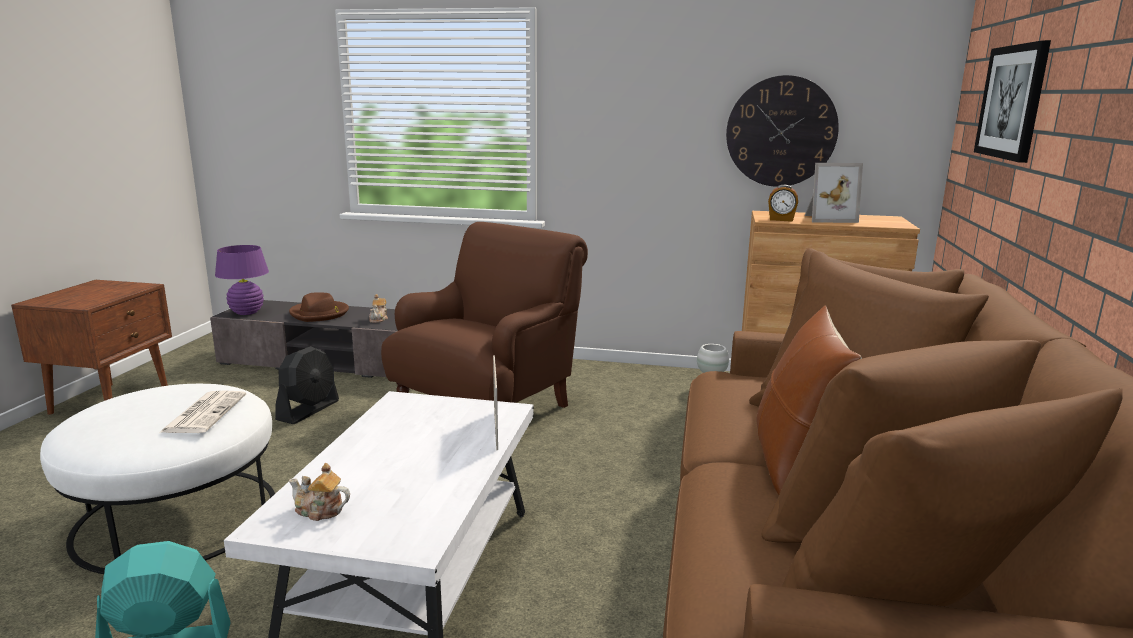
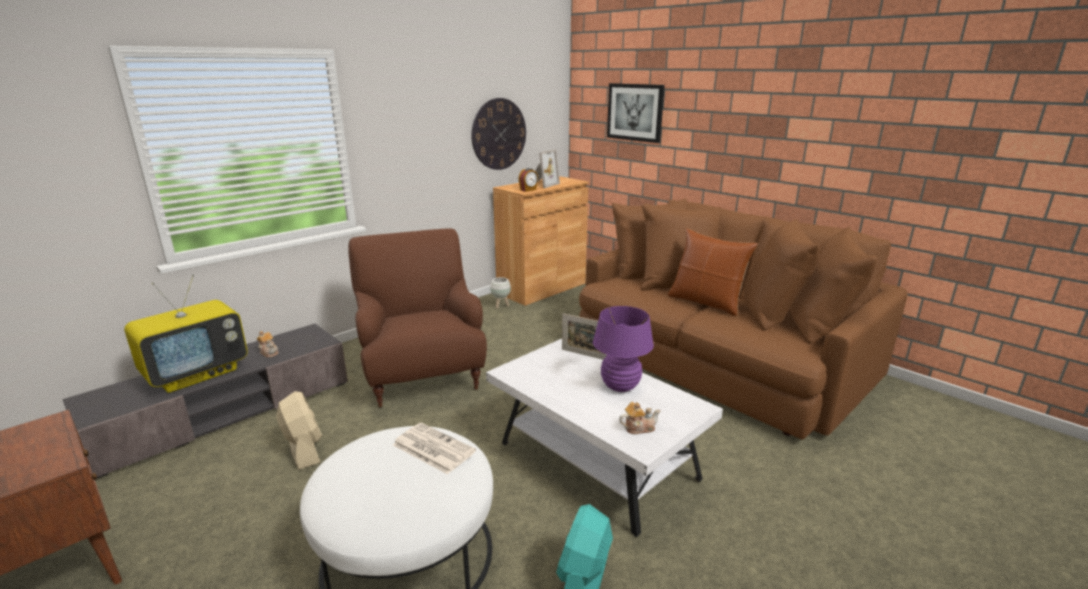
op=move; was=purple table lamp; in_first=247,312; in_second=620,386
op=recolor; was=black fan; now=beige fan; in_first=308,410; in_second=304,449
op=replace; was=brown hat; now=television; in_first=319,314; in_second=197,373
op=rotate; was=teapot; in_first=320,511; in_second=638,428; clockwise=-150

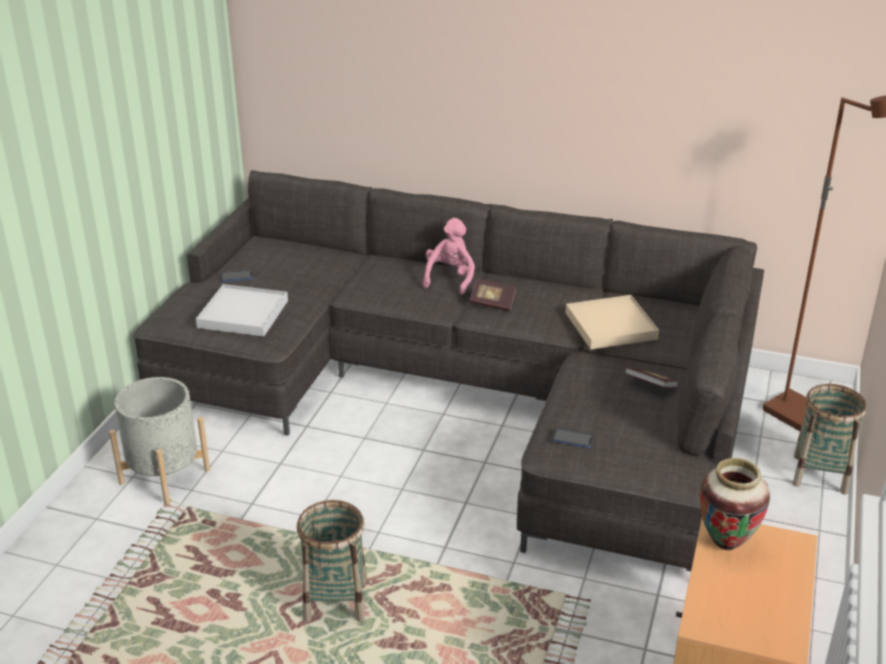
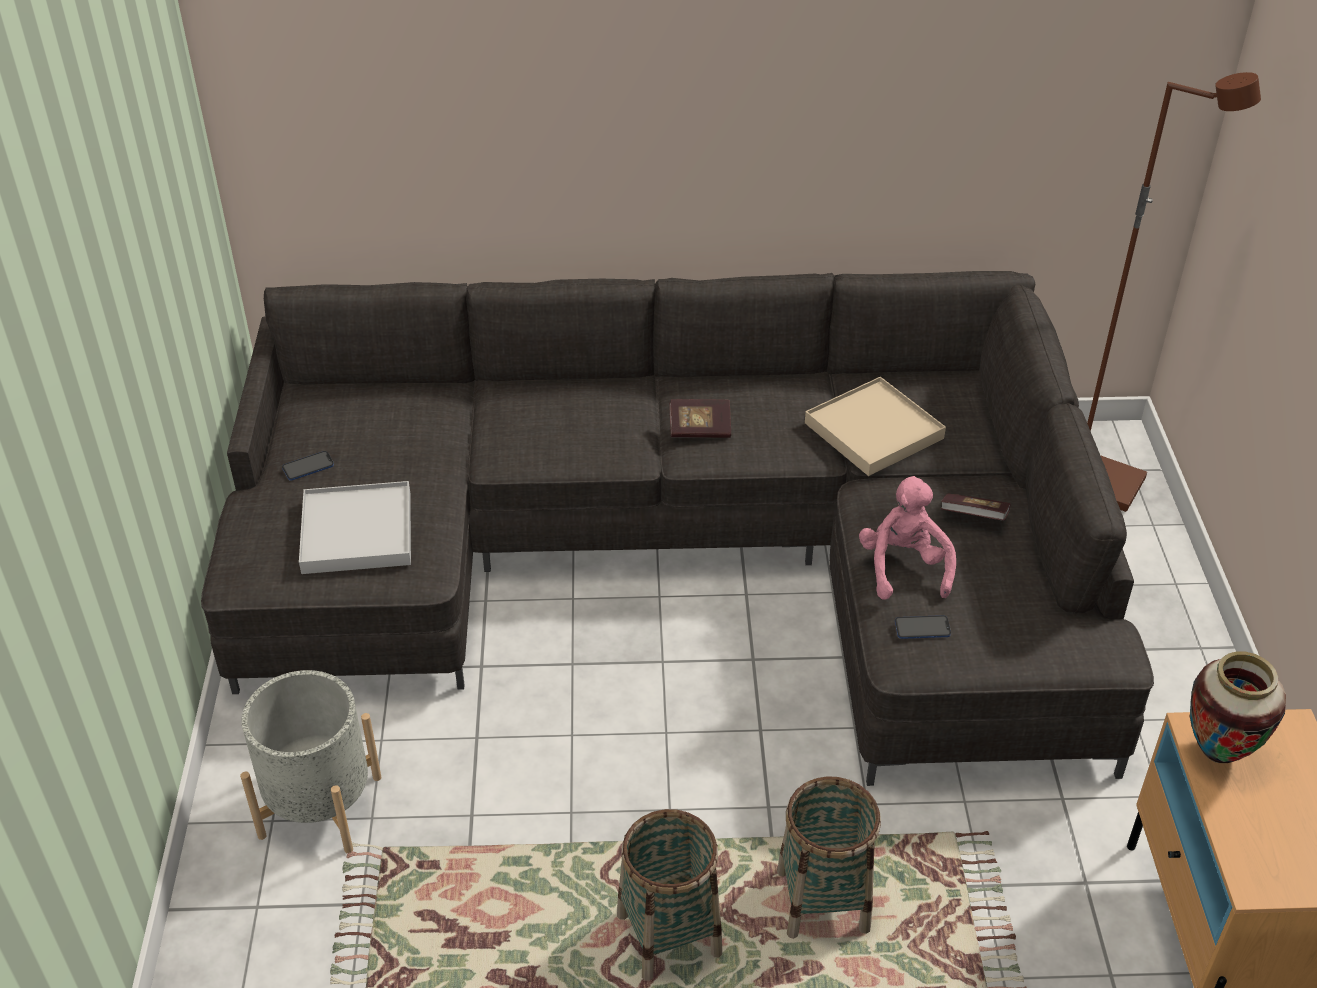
op=move; was=pink plush toy; in_first=450,279; in_second=903,567
op=move; was=basket; in_first=820,474; in_second=823,900

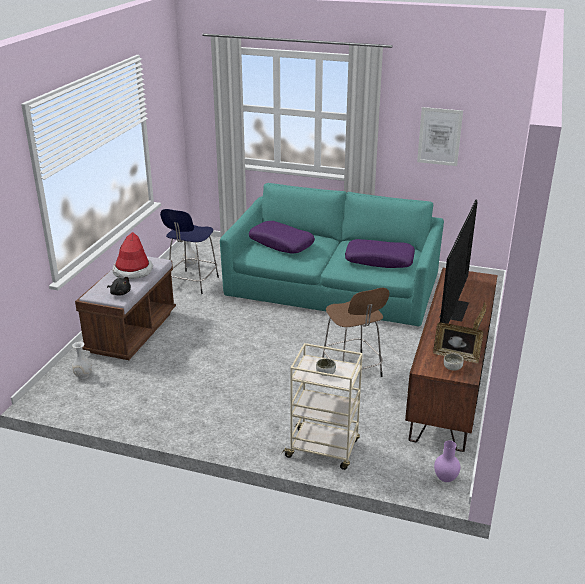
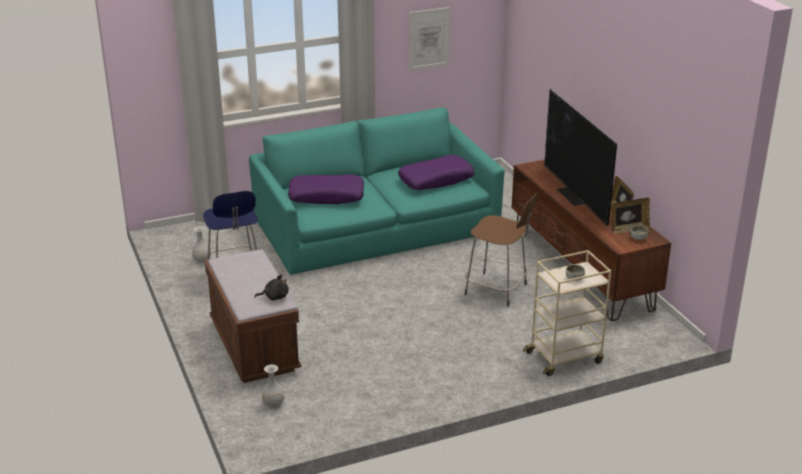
op=delete; was=hat; in_first=133,271
op=delete; was=purple vase; in_first=445,478

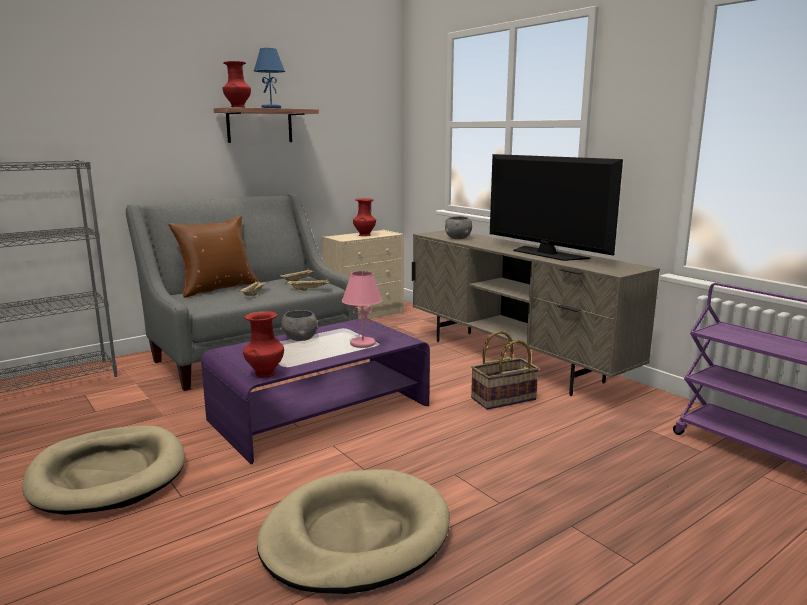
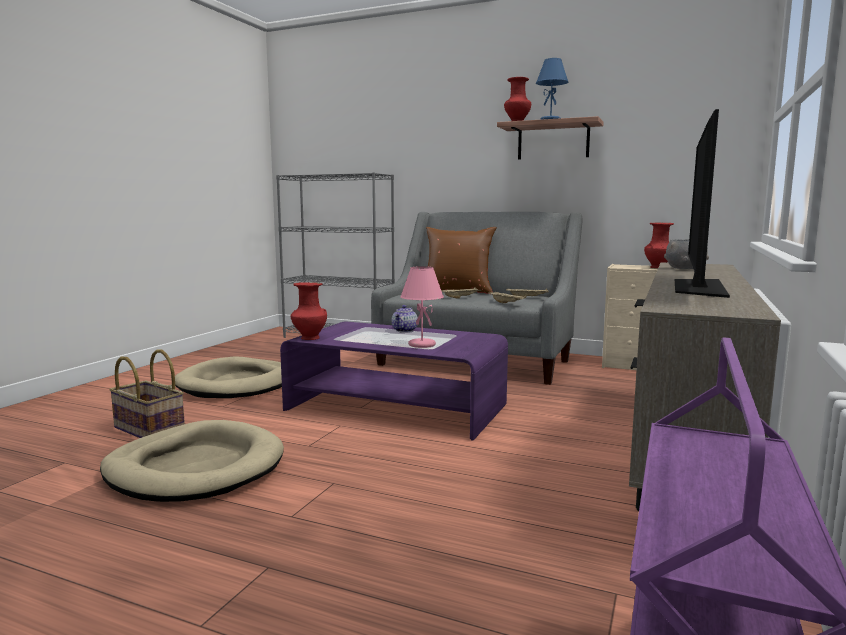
op=replace; was=grey bowl; now=teapot; in_first=300,338; in_second=405,330
op=move; was=basket; in_first=503,399; in_second=148,430

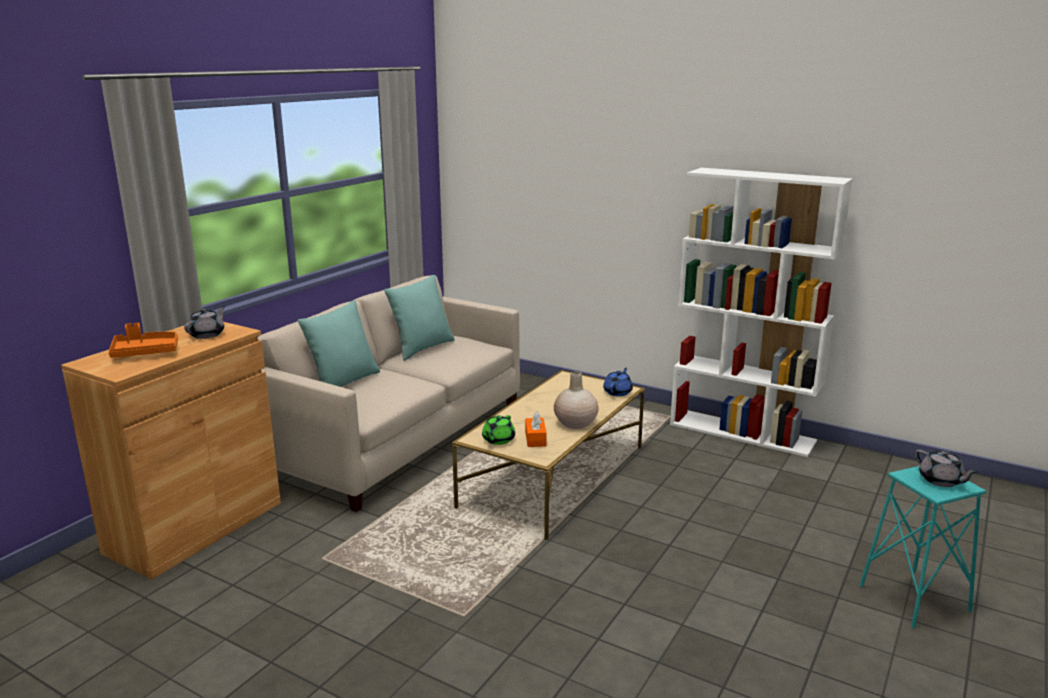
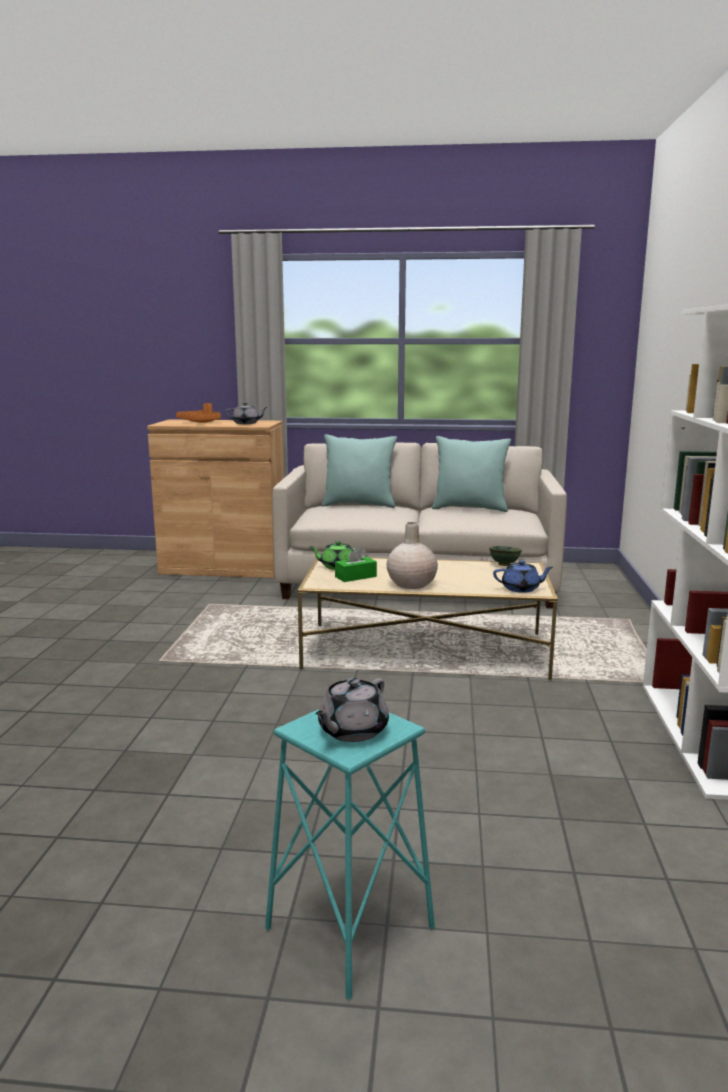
op=recolor; was=orange tissue box; now=green tissue box; in_first=535,439; in_second=355,577
op=insert; now=green bowl; in_second=503,565

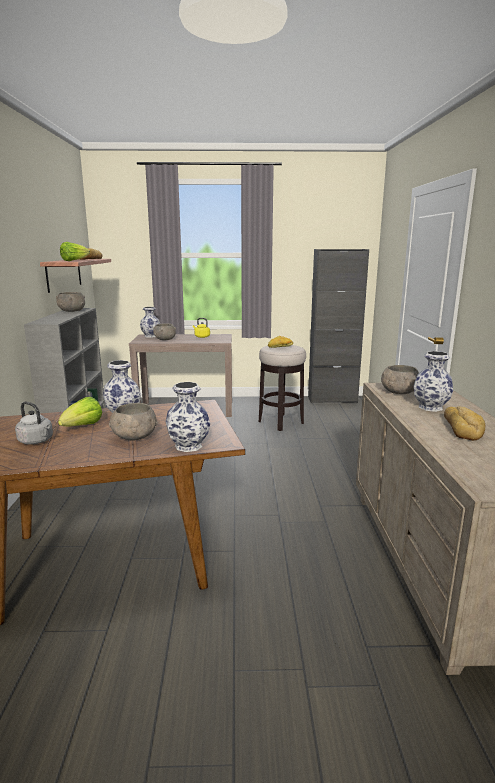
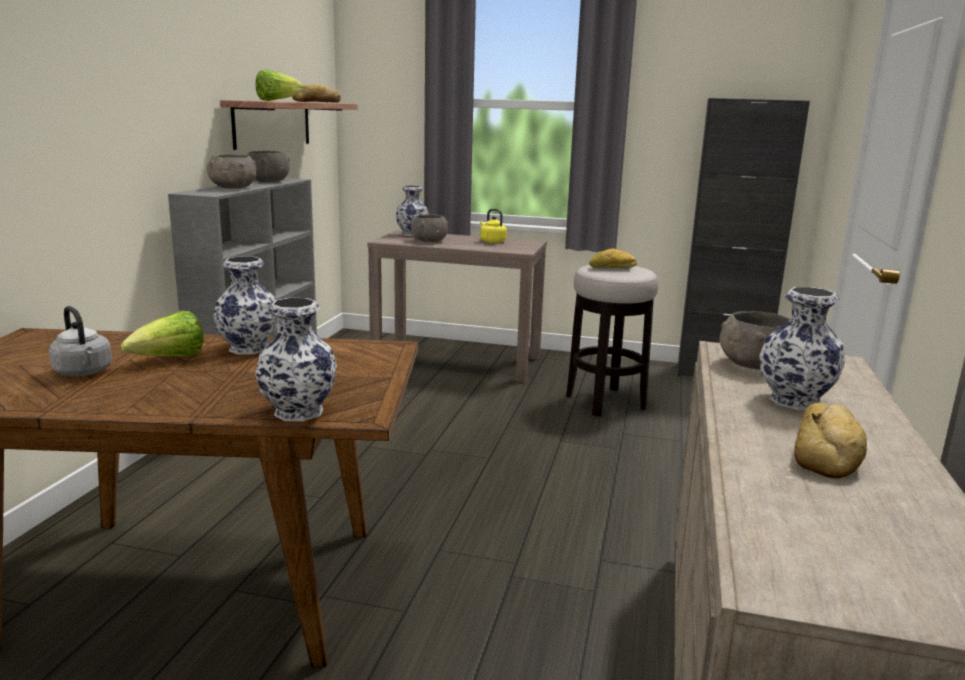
op=move; was=grey bowl; in_first=134,437; in_second=232,188

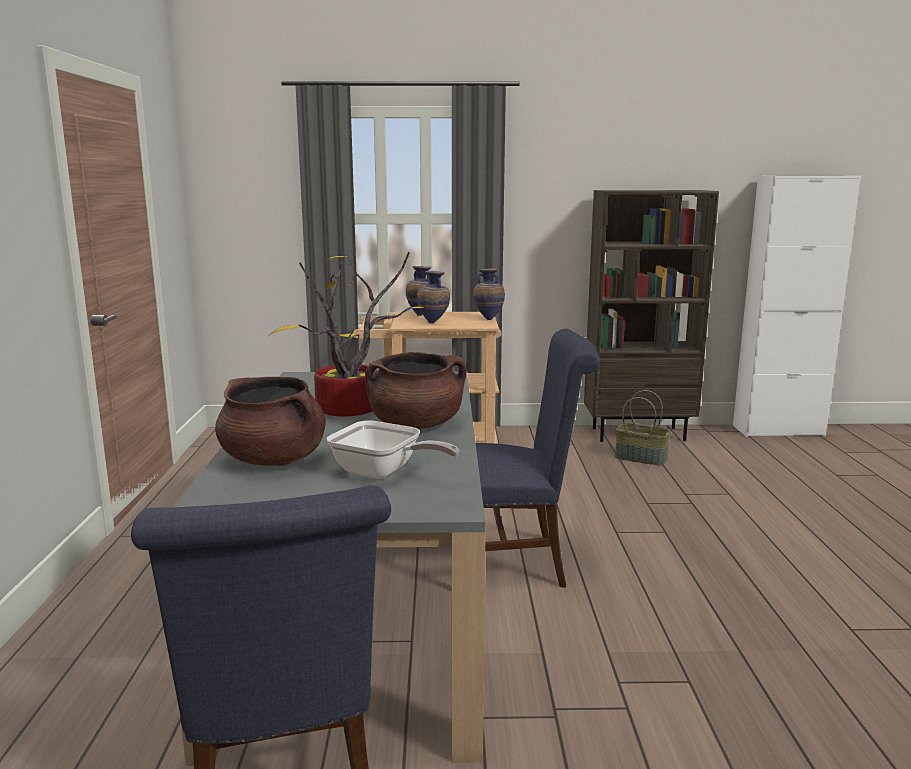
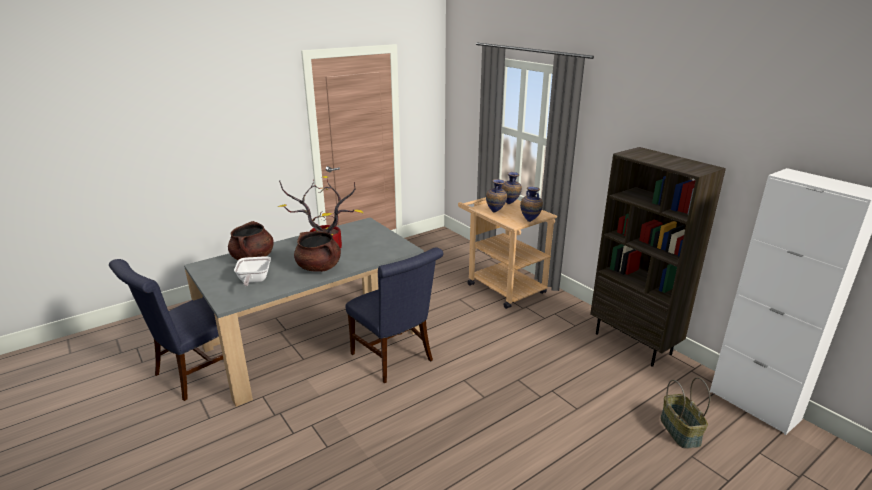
op=move; was=basket; in_first=641,458; in_second=680,431

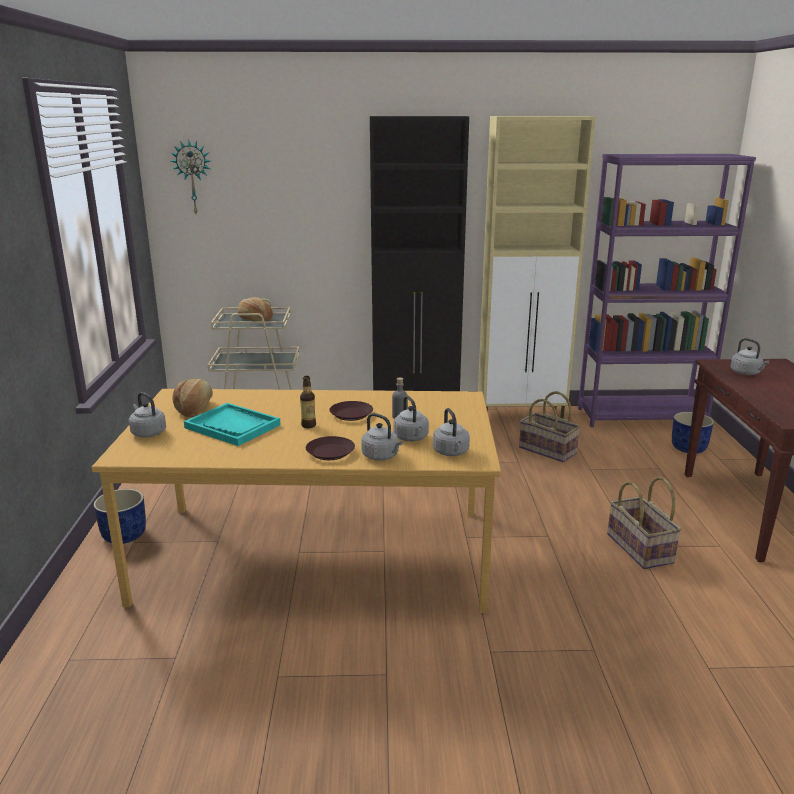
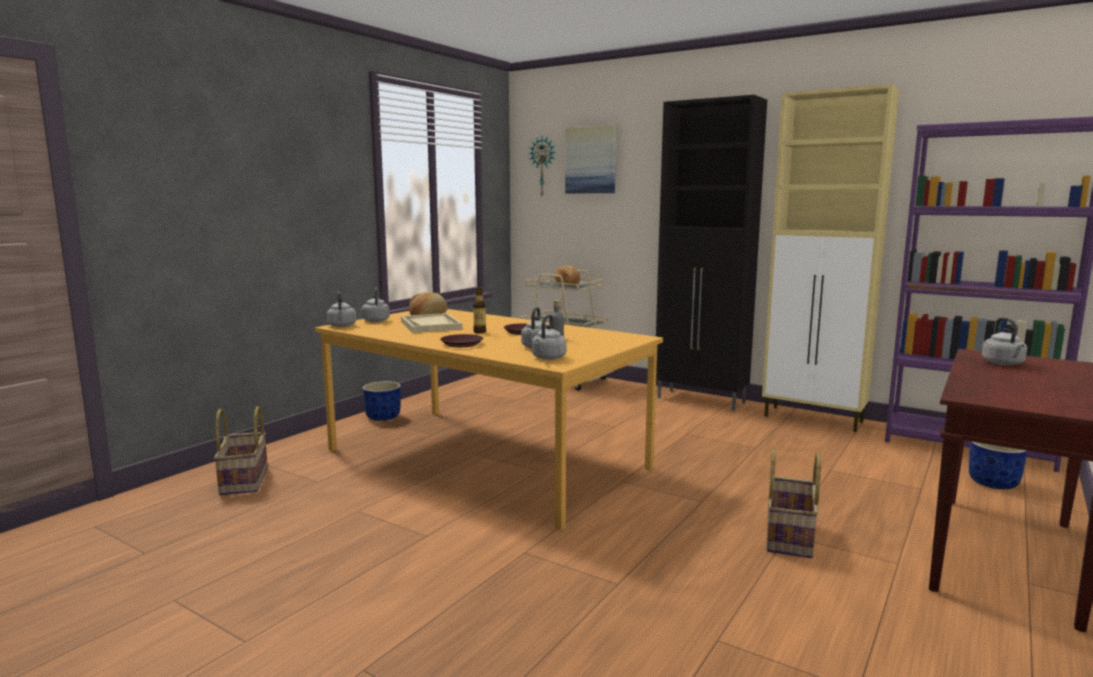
op=recolor; was=turquoise tray; now=beige tray; in_first=233,426; in_second=431,325
op=move; was=grey kettle; in_first=382,456; in_second=342,326
op=move; was=basket; in_first=548,450; in_second=245,480
op=insert; now=picture; in_second=591,160

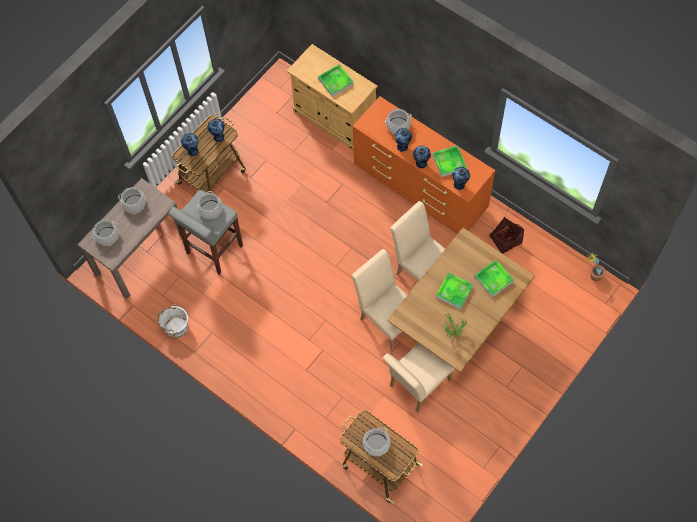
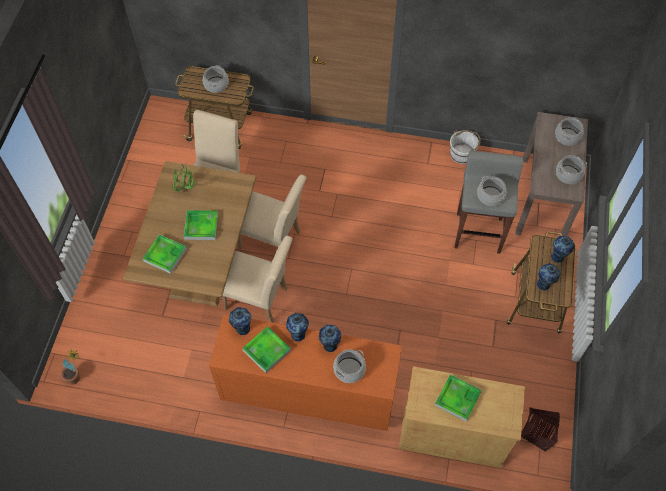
op=move; was=basket; in_first=505,240; in_second=537,432

